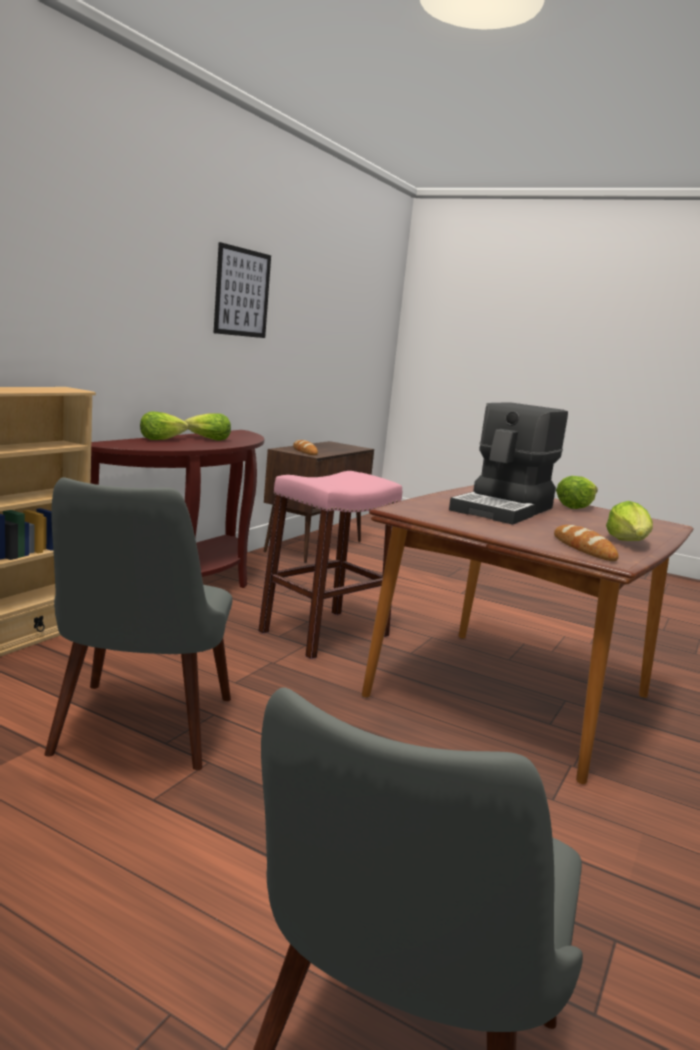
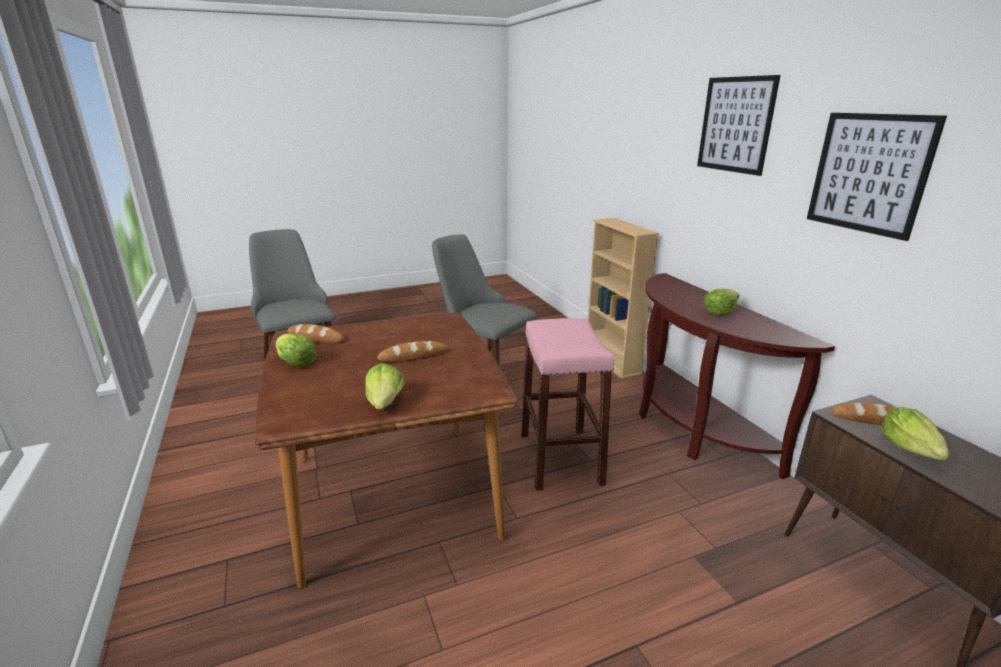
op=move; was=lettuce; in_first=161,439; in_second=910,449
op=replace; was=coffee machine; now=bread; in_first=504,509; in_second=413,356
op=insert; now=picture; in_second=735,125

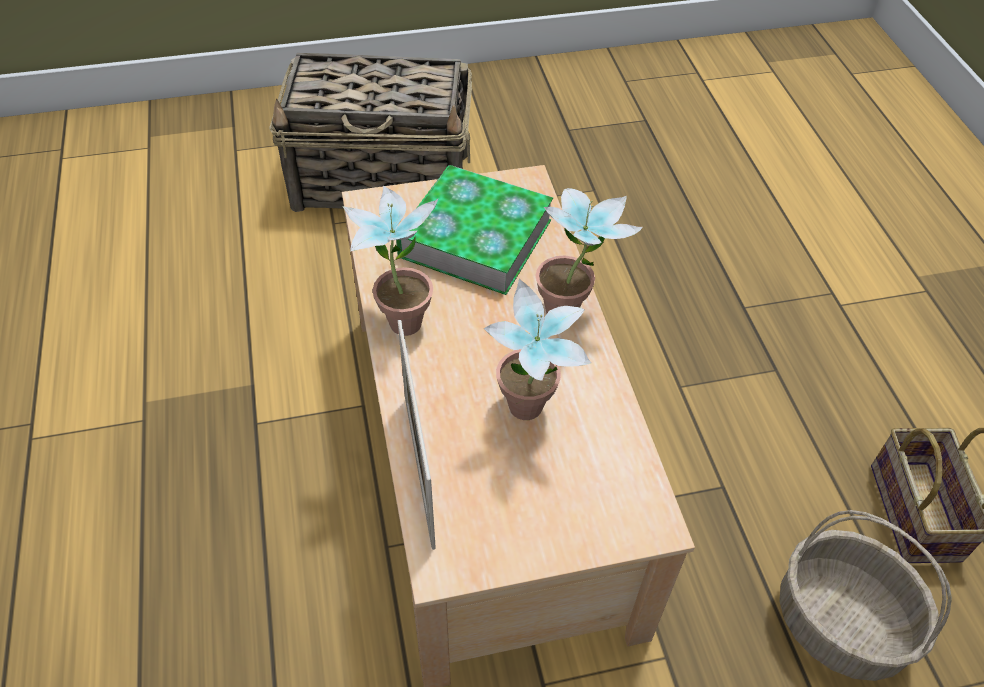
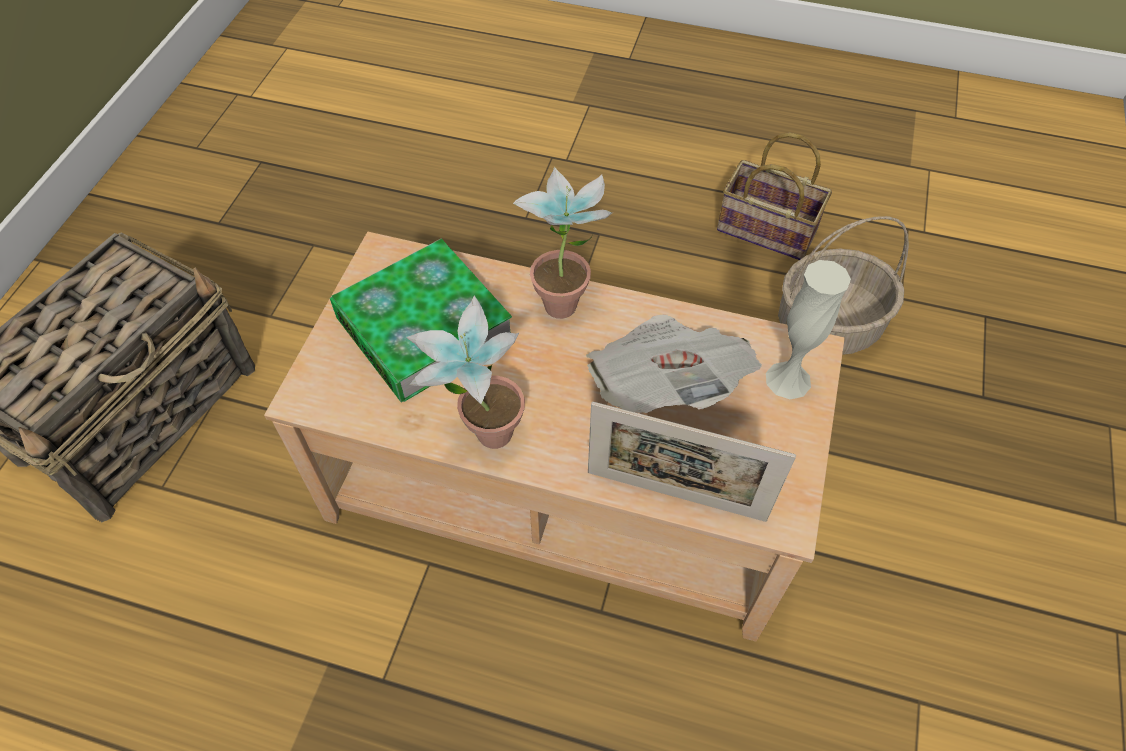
op=replace; was=potted plant; now=newspaper; in_first=530,417; in_second=664,385
op=insert; now=white vase; in_second=788,380

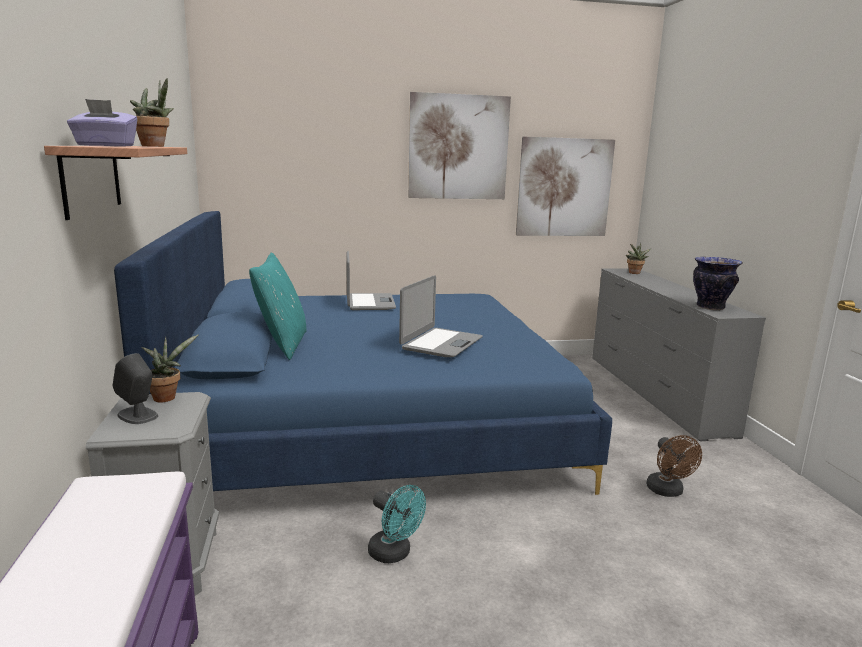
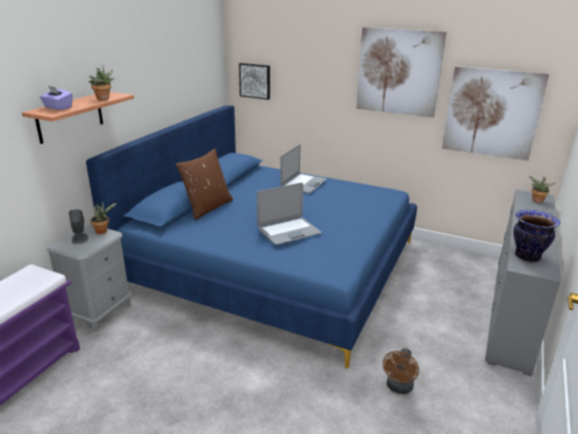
op=recolor; was=turquoise pillow; now=brown pillow; in_first=282,345; in_second=207,207
op=delete; was=turquoise fan; in_first=394,554
op=insert; now=picture; in_second=255,80

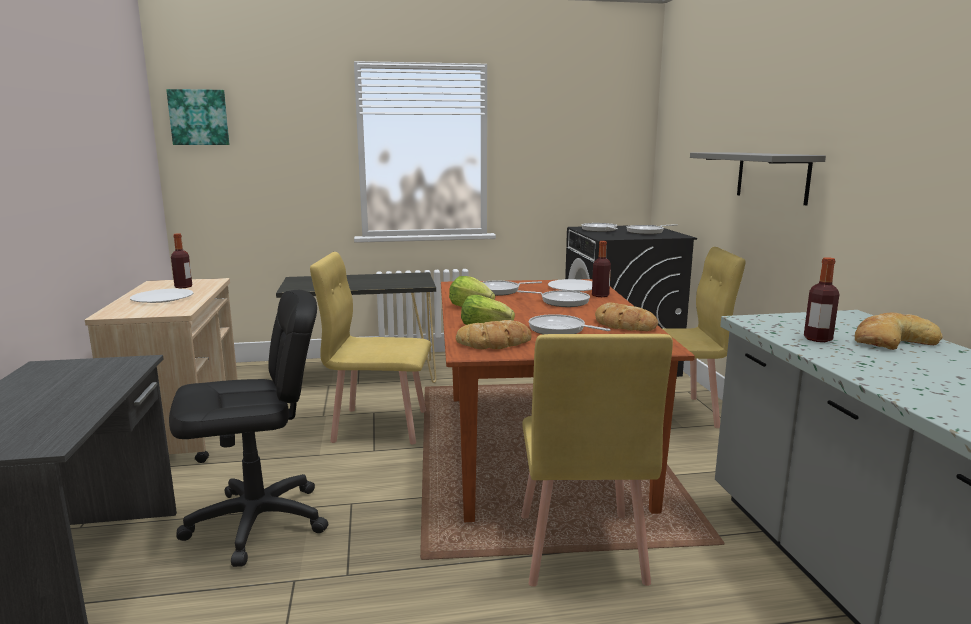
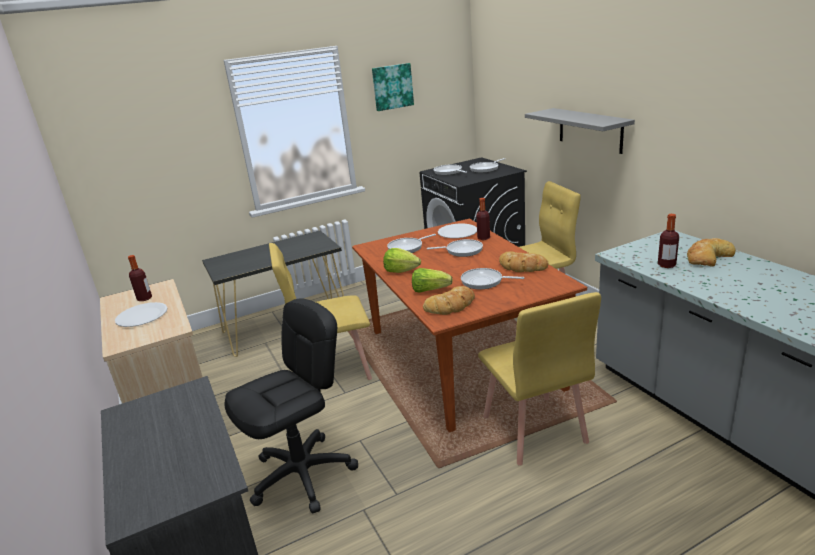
op=move; was=picture; in_first=199,117; in_second=392,86

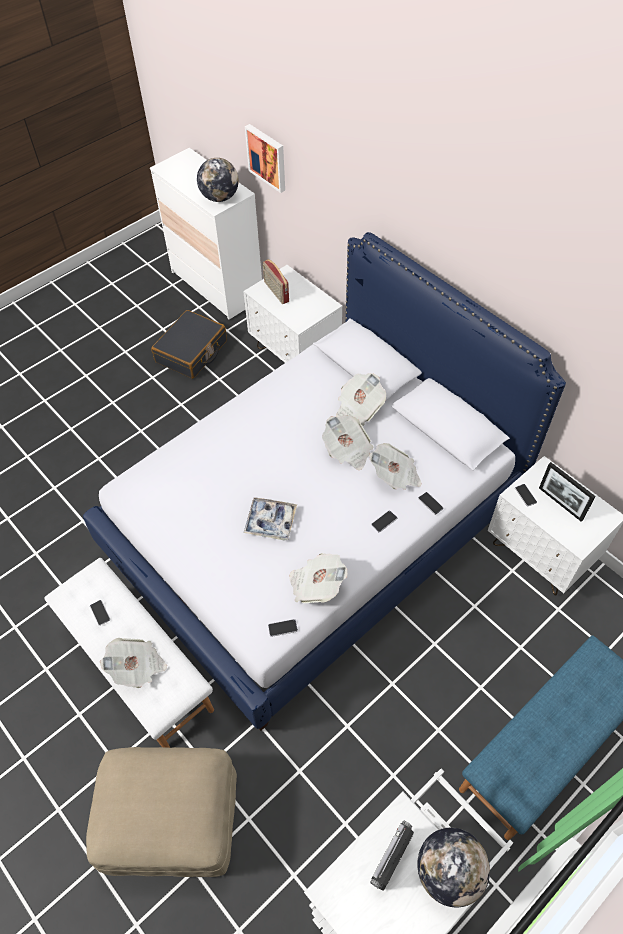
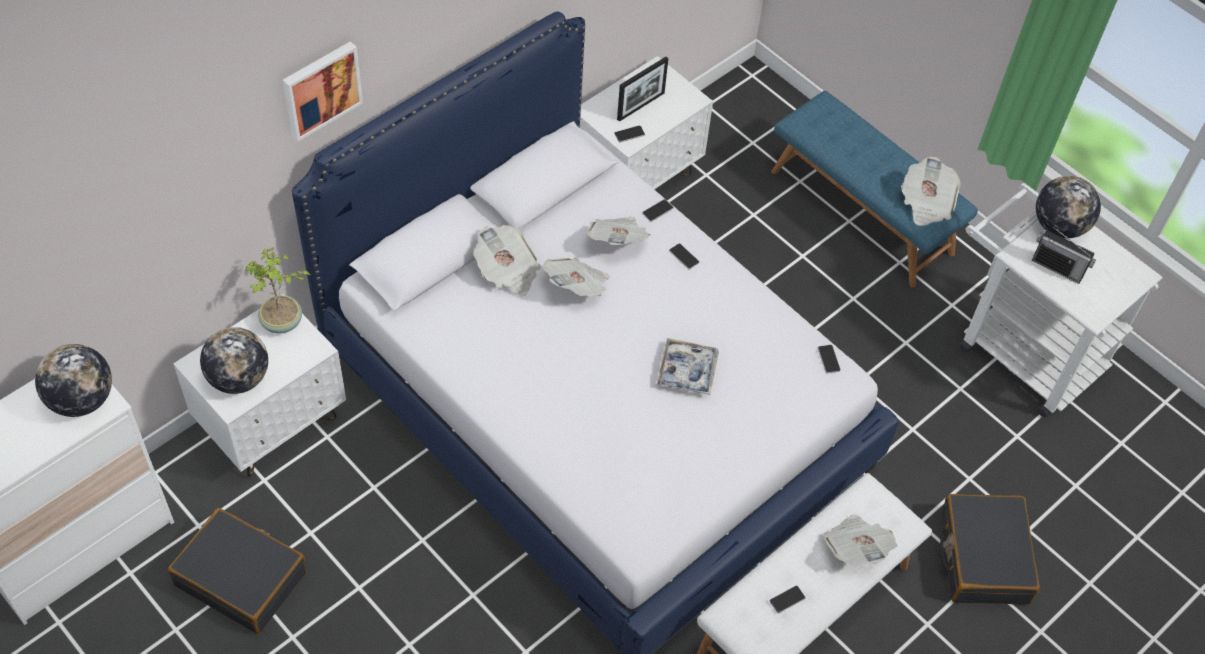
op=replace; was=beige ottoman; now=black suitcase; in_first=170,820; in_second=983,557
op=move; was=picture; in_first=267,157; in_second=320,89
op=replace; was=radio; now=globe; in_first=276,292; in_second=239,378
op=move; was=newspaper; in_first=316,585; in_second=926,203
op=insert; now=potted plant; in_second=282,323

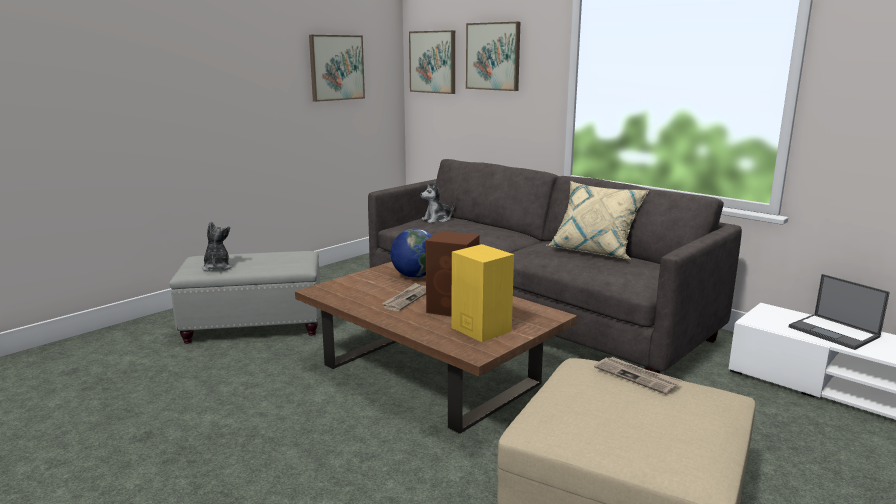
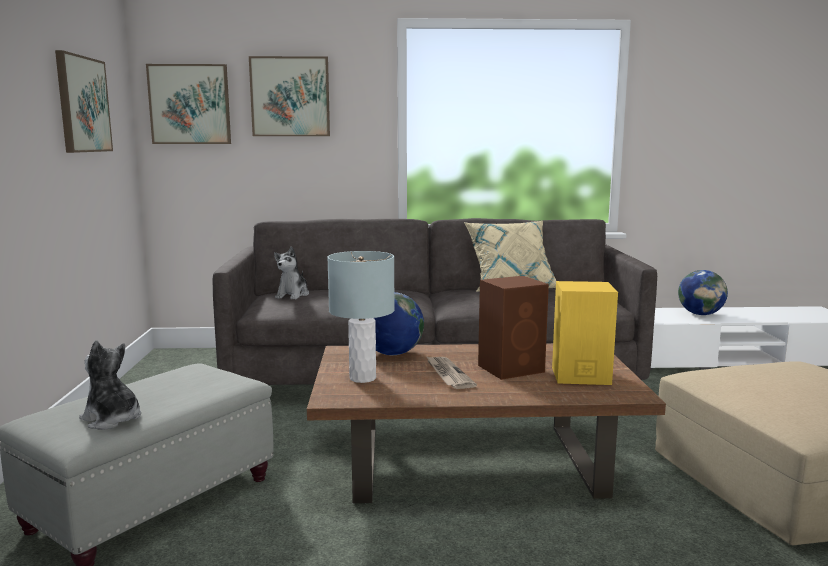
op=delete; was=newspaper; in_first=637,377
op=replace; was=laptop; now=globe; in_first=834,332; in_second=700,314
op=insert; now=grey table lamp; in_second=362,378

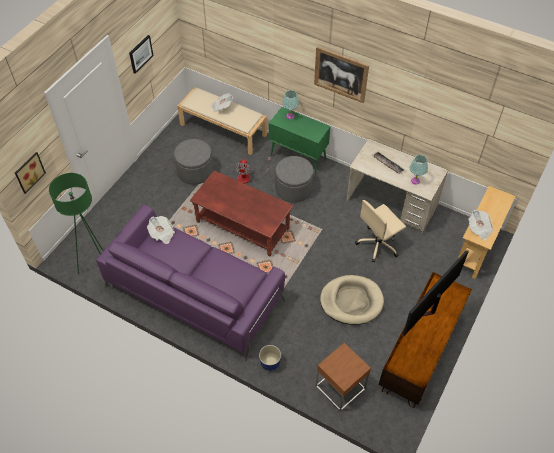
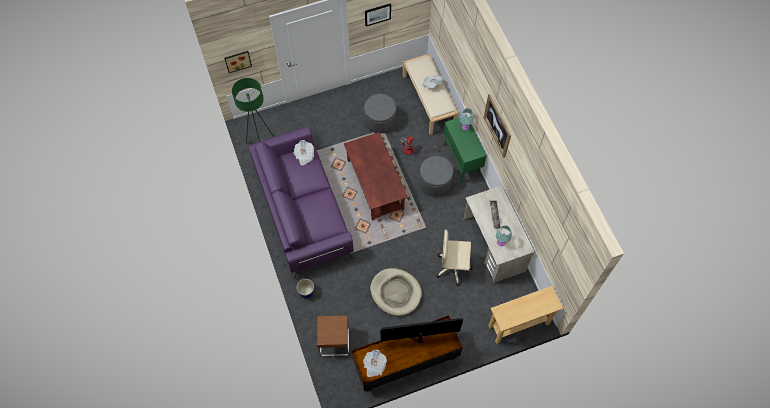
op=move; was=newspaper; in_first=479,229; in_second=374,365

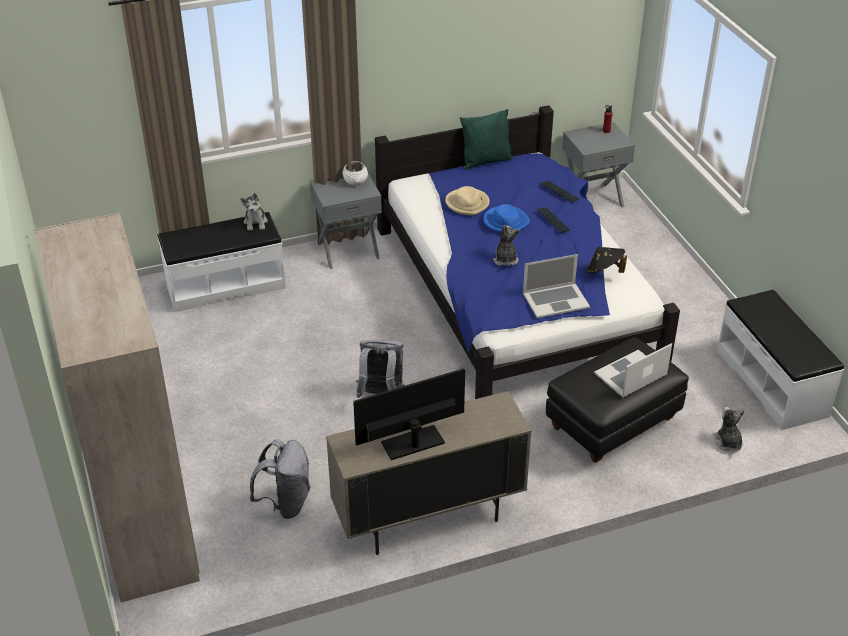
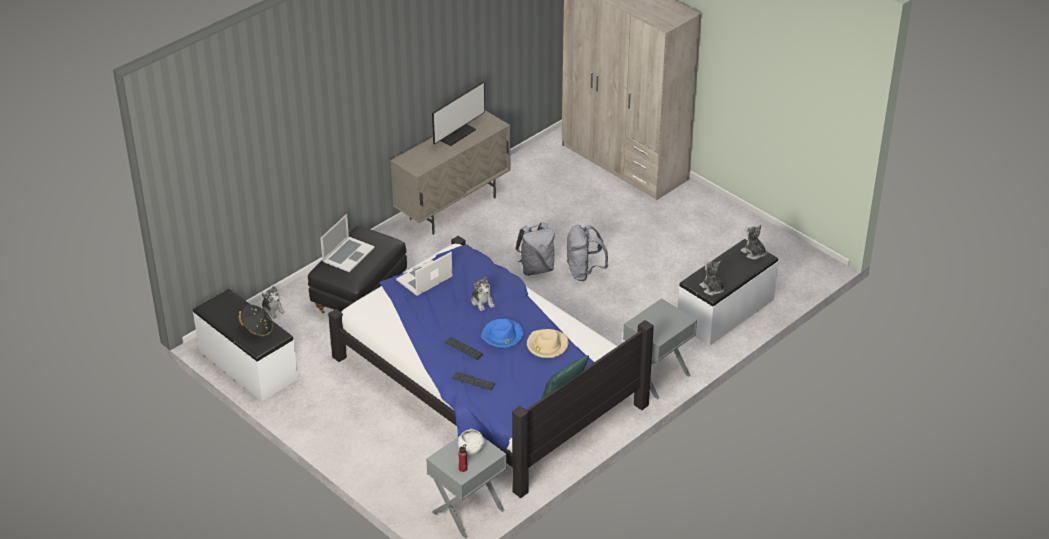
op=move; was=grey backpack; in_first=285,503; in_second=584,272
op=move; was=white bowl; in_first=355,181; in_second=471,450
op=move; was=black hat; in_first=604,271; in_second=257,329
op=insert; now=plush toy; in_second=753,253

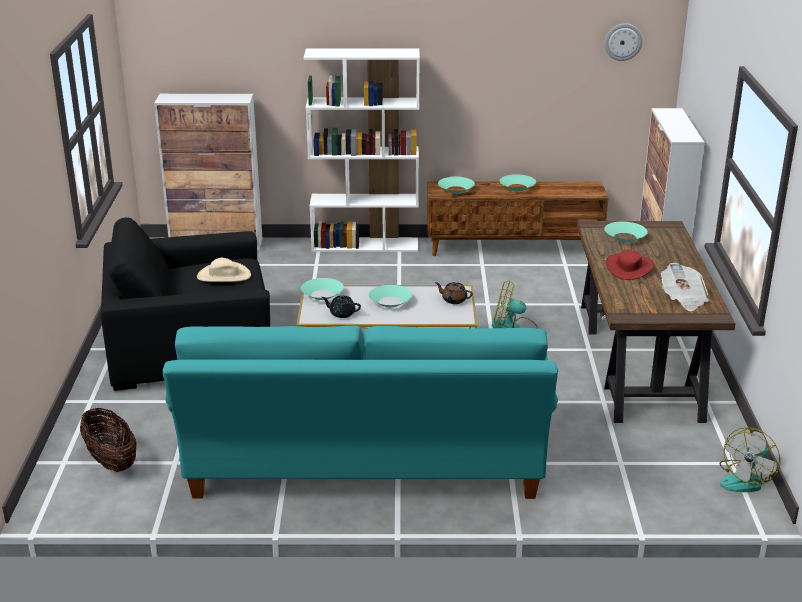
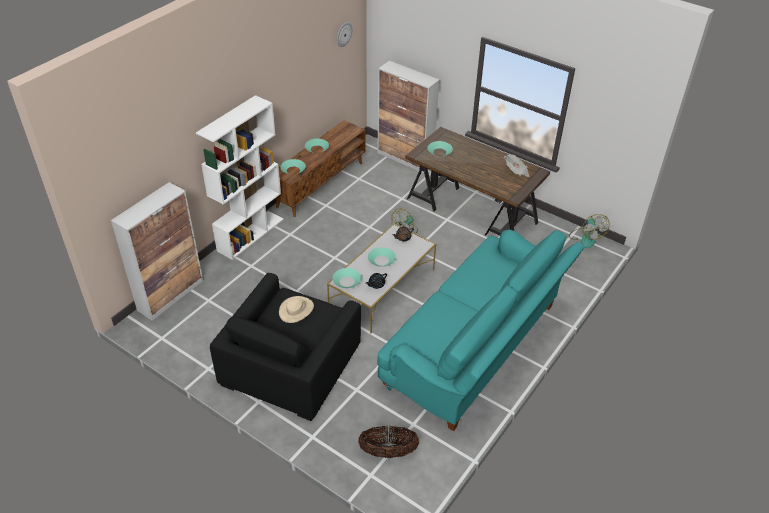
op=delete; was=red hat; in_first=629,268

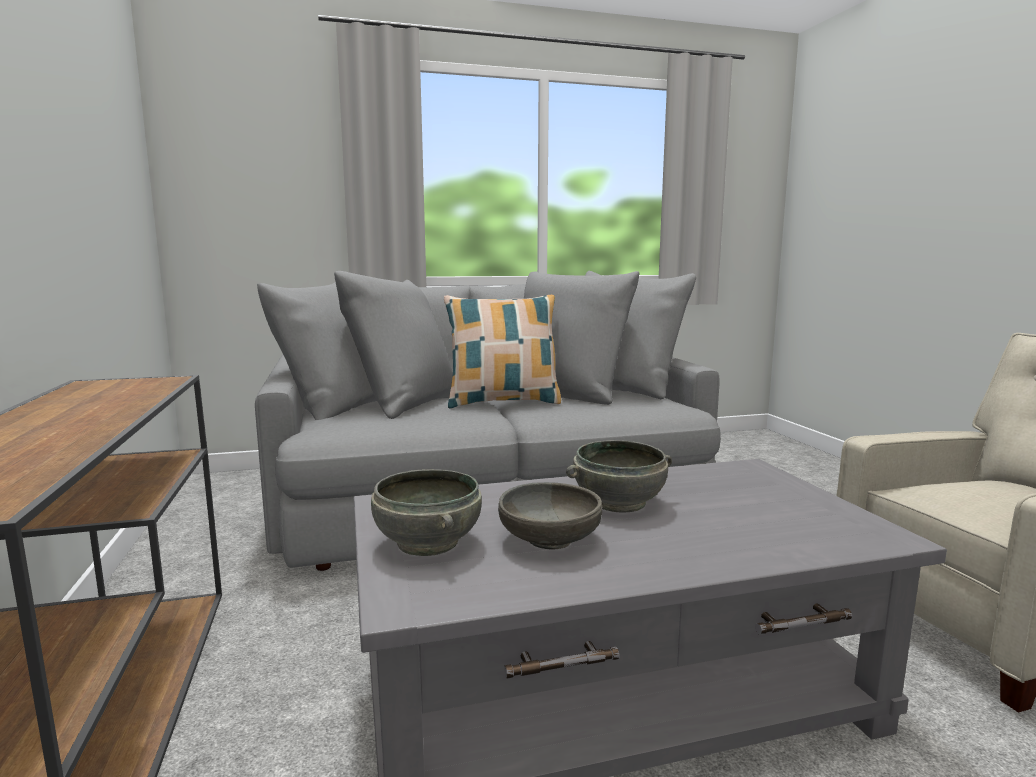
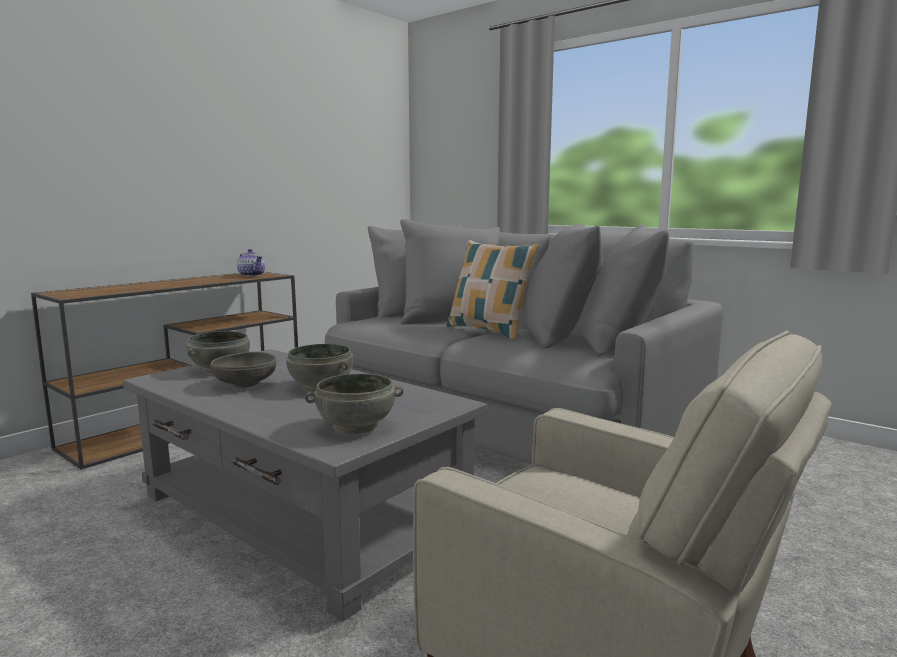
op=insert; now=teapot; in_second=252,275
op=insert; now=grey bowl; in_second=355,426

